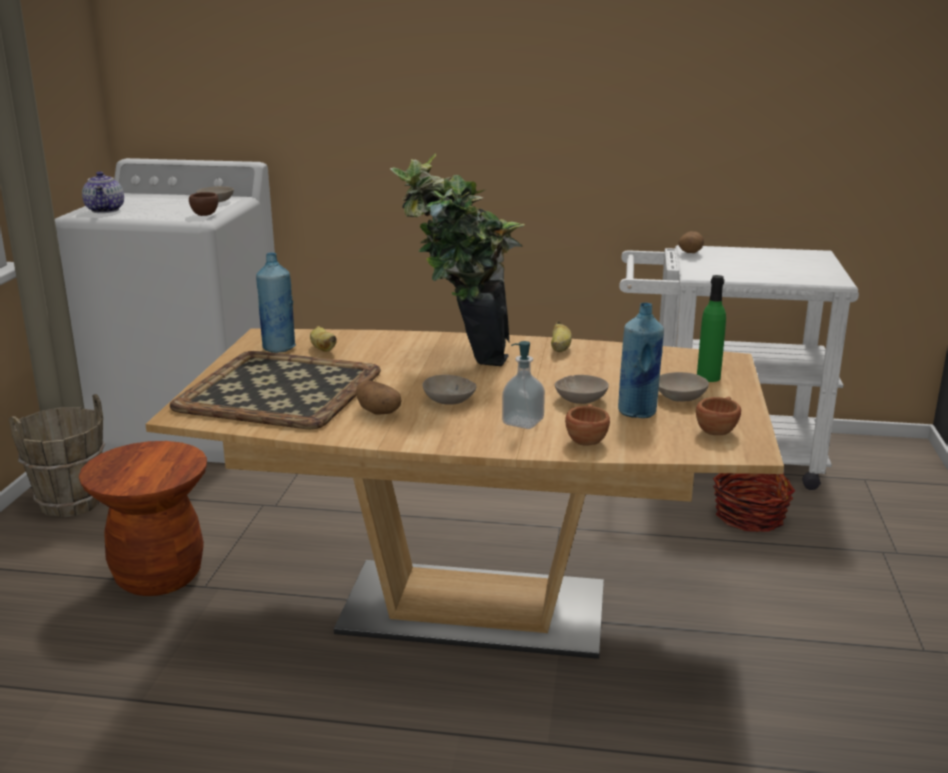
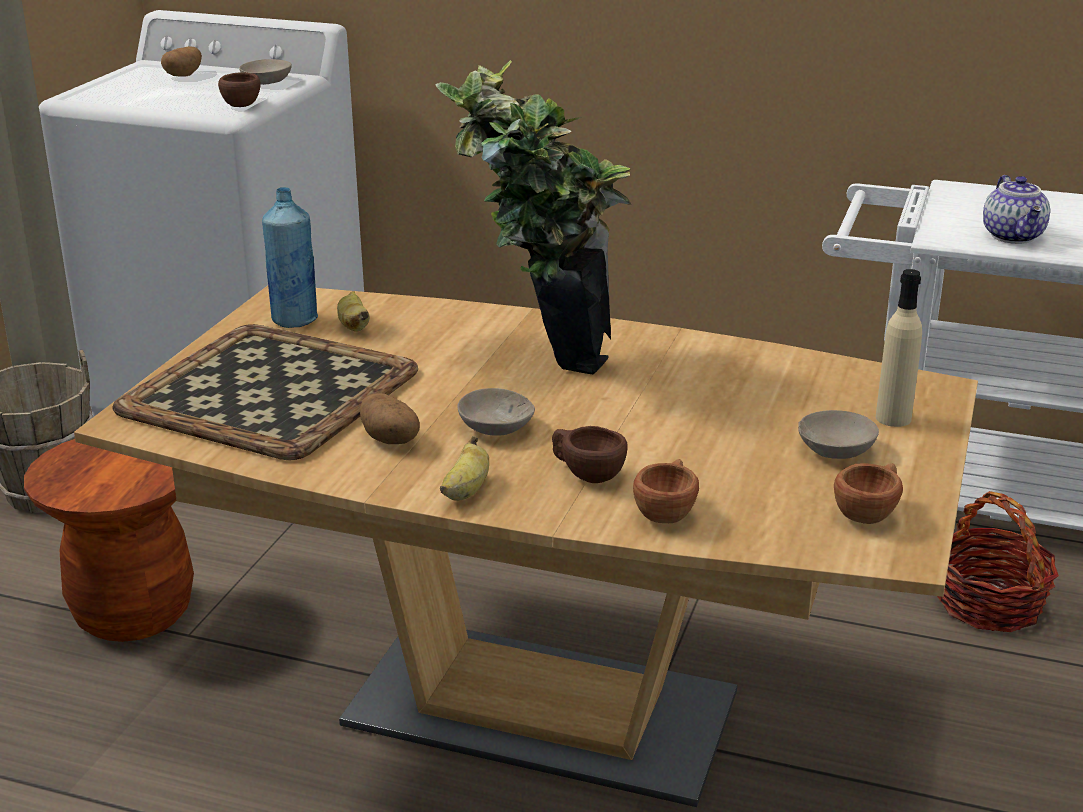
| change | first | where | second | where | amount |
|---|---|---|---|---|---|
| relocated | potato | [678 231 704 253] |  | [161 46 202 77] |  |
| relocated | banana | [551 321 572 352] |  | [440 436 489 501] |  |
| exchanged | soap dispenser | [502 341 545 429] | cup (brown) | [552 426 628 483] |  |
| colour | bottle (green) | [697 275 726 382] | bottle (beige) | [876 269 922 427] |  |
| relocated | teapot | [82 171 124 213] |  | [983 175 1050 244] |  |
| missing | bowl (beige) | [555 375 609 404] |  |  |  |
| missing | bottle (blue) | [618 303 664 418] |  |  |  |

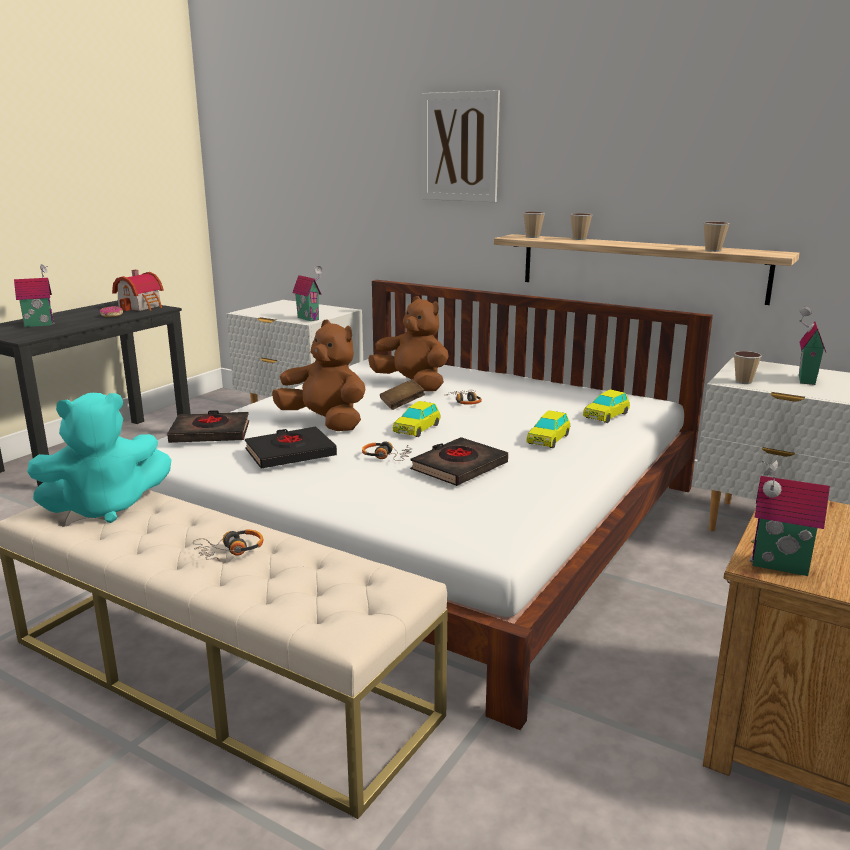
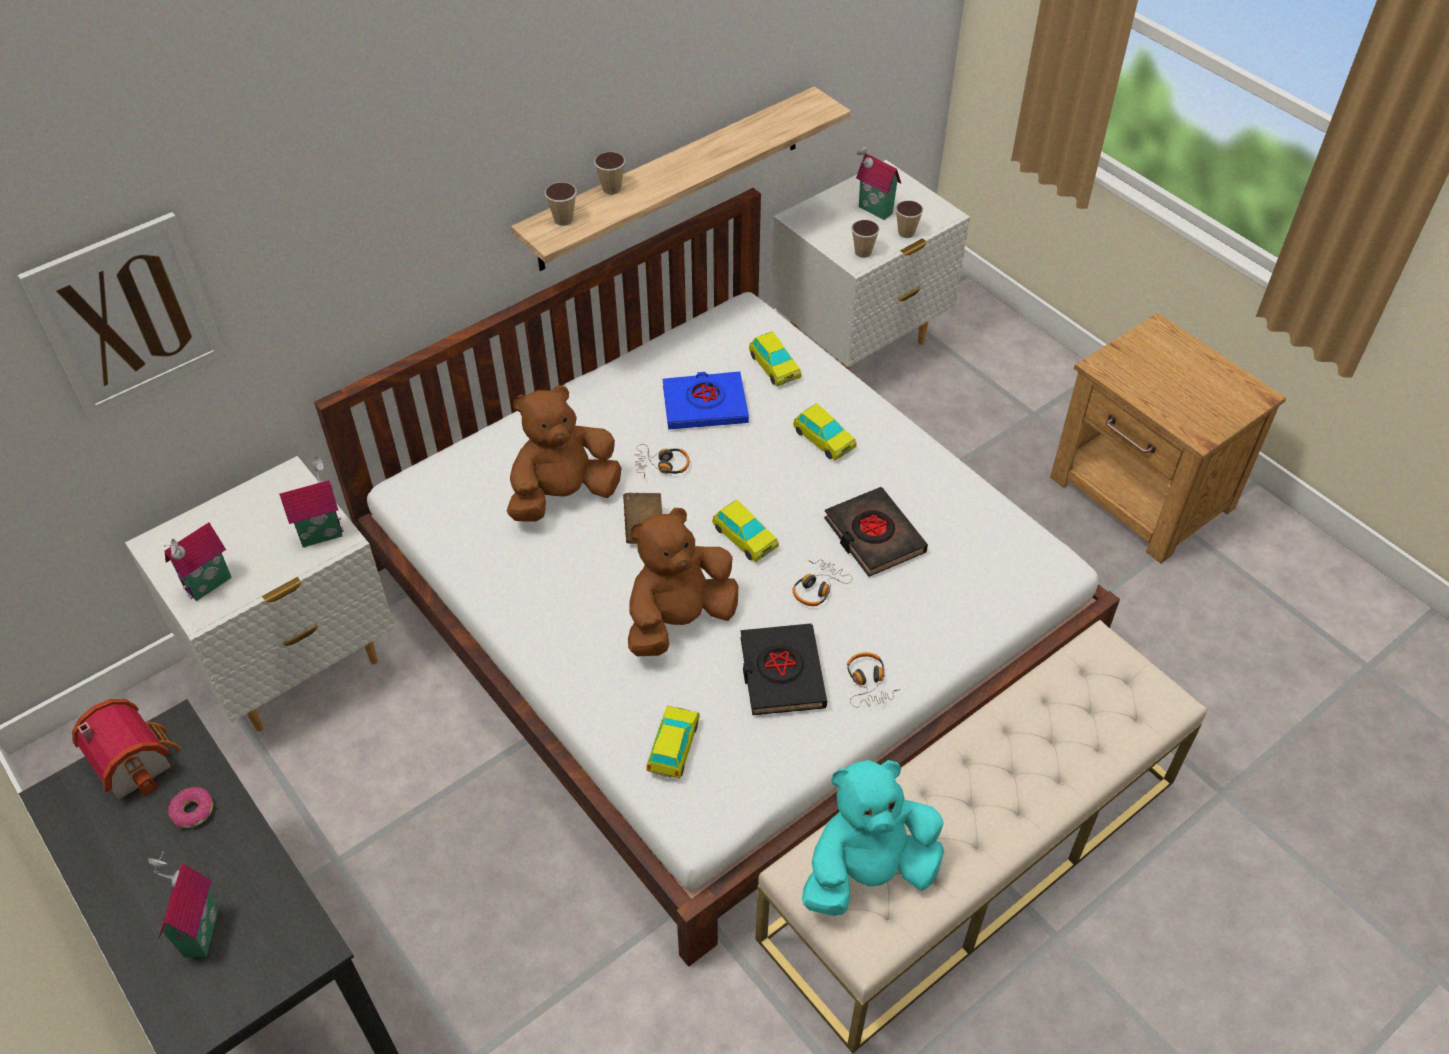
| change | first | where | second | where | amount |
|---|---|---|---|---|---|
| relocated | picture | [422 90 500 202] |  | [18 212 227 419] |  |
| relocated | toy house | [750 460 830 576] |  | [164 522 232 601] |  |
| exchanged | book (black) | [167 410 249 443] | toy car | [646 706 700 778] |  |
| appeared |  |  | book (blue) | [663 371 749 429] |  |
| spun | plush toy (turquoise) | [27 393 172 523] |  | [802 760 944 916] | 105 degrees counterclockwise |
| relocated | headphones | [192 530 263 561] |  | [847 652 900 707] |  |
| relocated | cup | [704 222 730 252] |  | [896 200 923 238] |  |

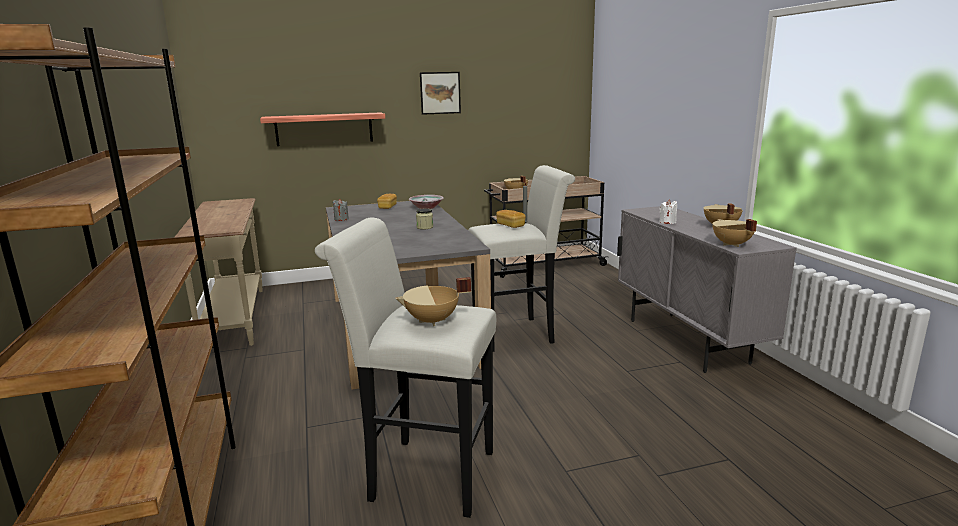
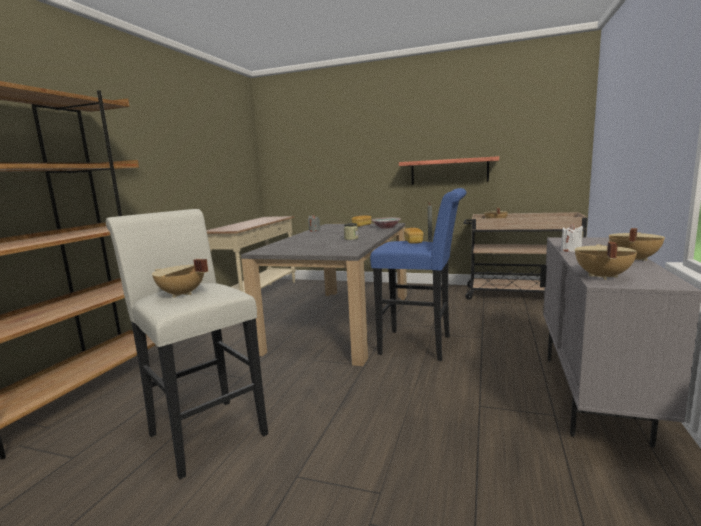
| change | first | where | second | where | amount |
|---|---|---|---|---|---|
| colour | stool (white) | [468 165 575 352] | stool (blue) | [370 188 467 361] |  |
| relocated | shelf | [260 112 385 146] |  | [399 156 499 185] |  |
| missing | picture | [420 72 461 115] |  |  |  |

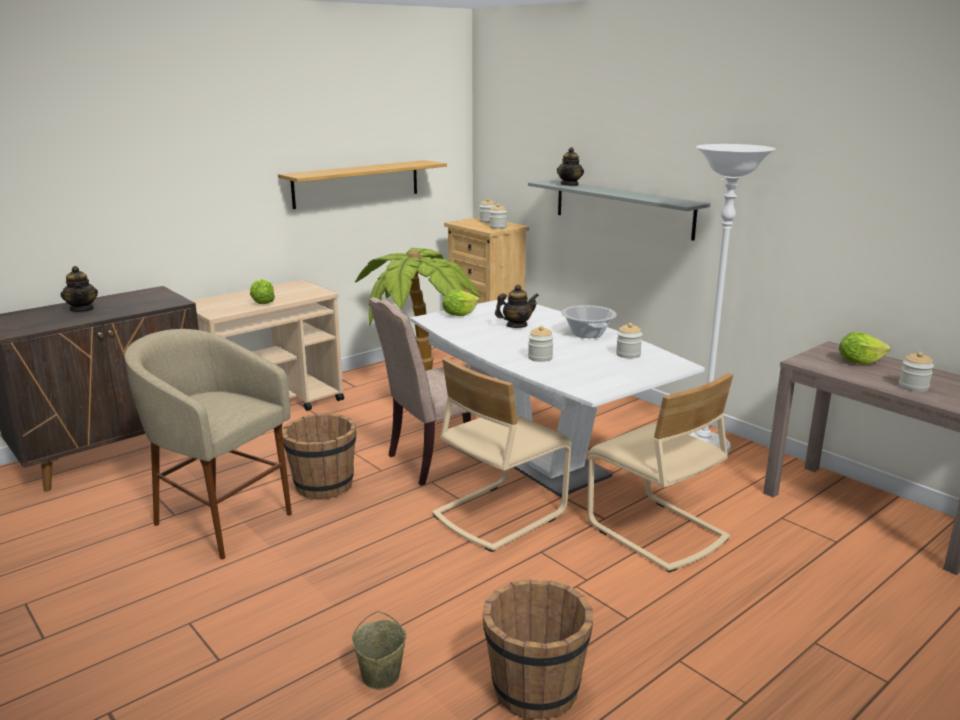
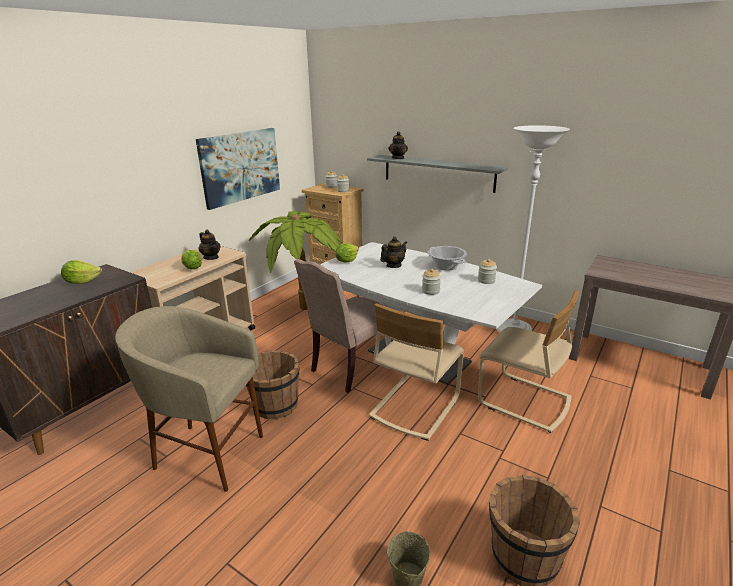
| change | first | where | second | where | amount |
|---|---|---|---|---|---|
| relocated | lettuce | [839 332 891 365] |  | [61 260 102 284] |  |
| exchanged | shelf | [278 160 447 209] | picture | [196 128 280 210] |  |
| relocated | teapot | [61 266 98 312] |  | [198 230 220 260] |  |
| missing | jar | [899 352 934 392] |  |  |  |

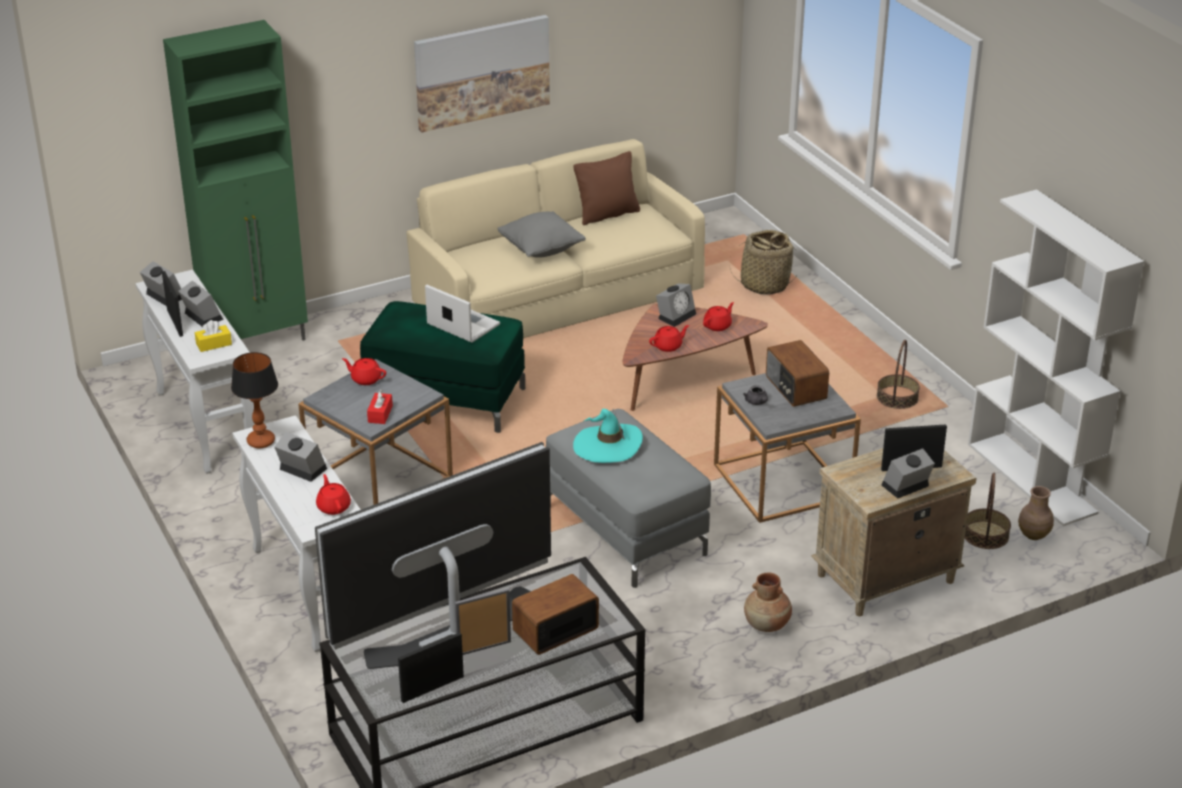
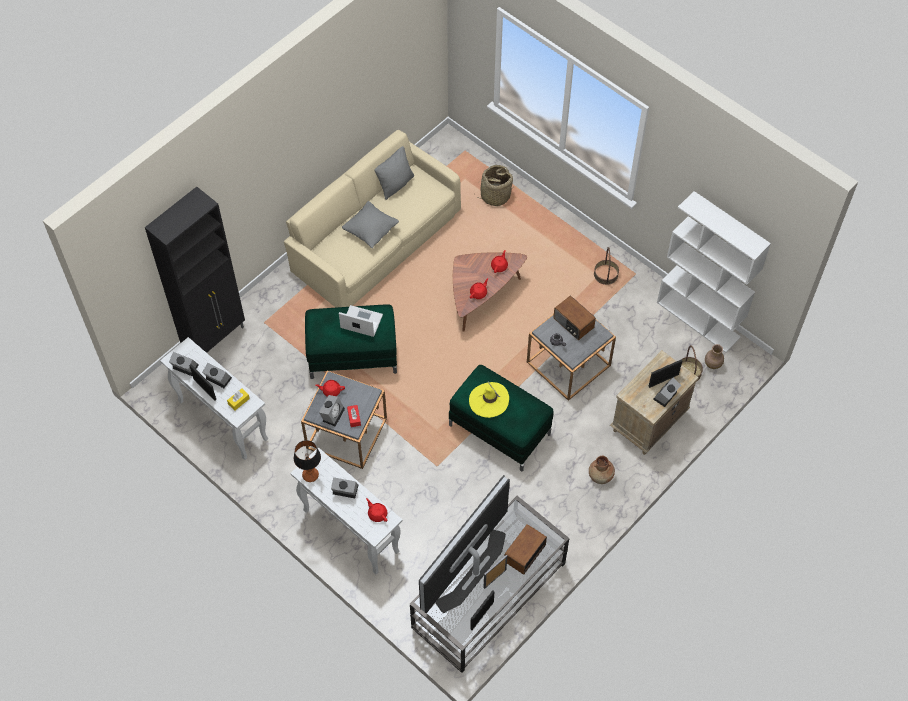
| change | first | where | second | where | amount |
|---|---|---|---|---|---|
| colour | cabinet (green) | [163 20 308 341] | cabinet (black) | [145 187 245 353] |  |
| relocated | alarm clock | [656 283 696 327] |  | [319 395 345 427] |  |
| colour | pillow (brown) | [574 151 640 225] | pillow (grey) | [374 146 414 200] |  |
| colour | ottoman (grey) | [546 409 711 588] | ottoman (green) | [449 365 554 472] |  |
| colour | hat (turquoise) | [573 409 643 463] | hat (yellow) | [469 381 509 418] |  |
| missing | picture | [414 15 550 133] |  |  |  |

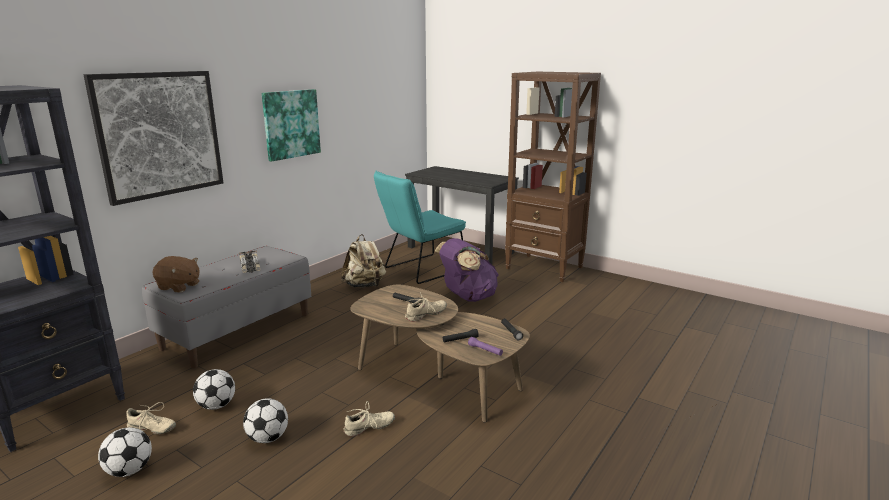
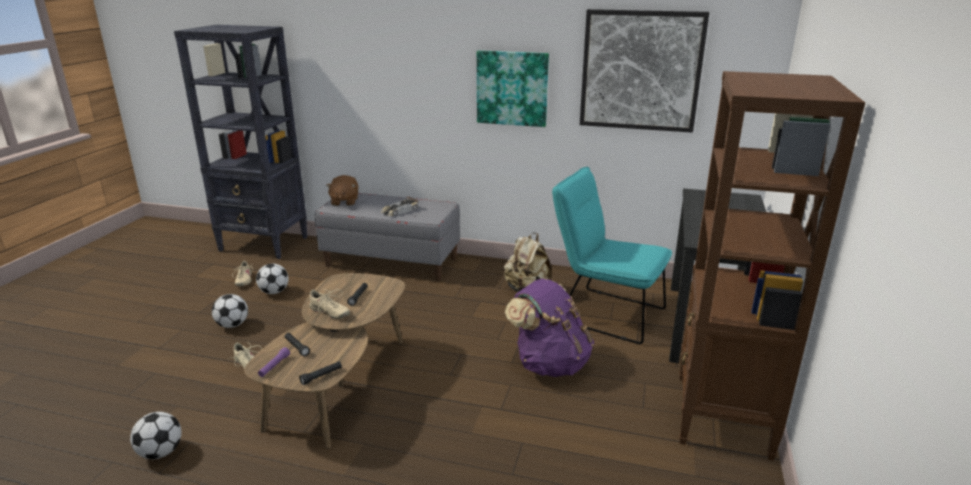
| change | first | where | second | where | amount |
|---|---|---|---|---|---|
| relocated | football | [98 427 152 477] |  | [130 412 182 459] |  |
| relocated | picture | [84 71 223 206] |  | [580 9 709 133] |  |

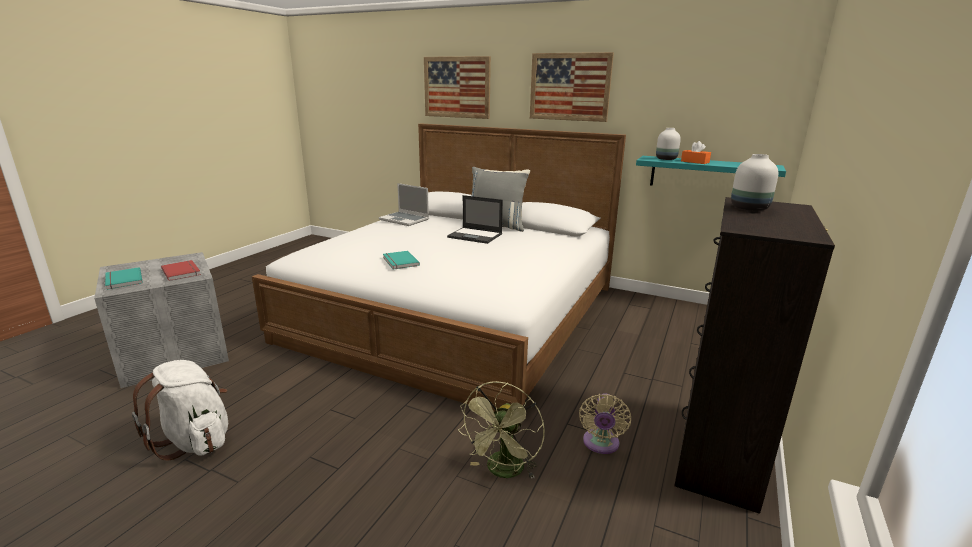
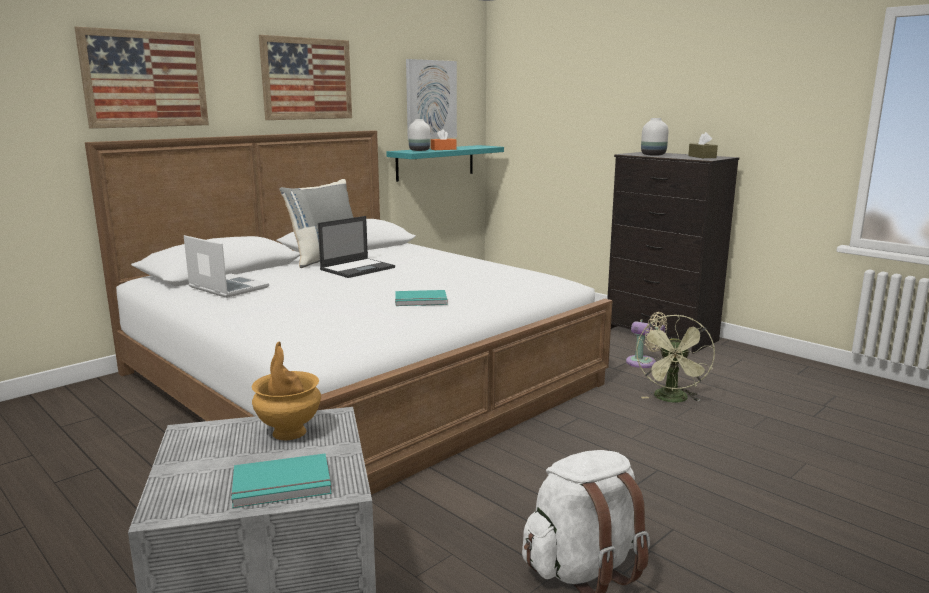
| change | first | where | second | where | amount |
|---|---|---|---|---|---|
| spun | laptop | [379 183 429 226] |  | [184 235 269 298] | 105 degrees counterclockwise |
| exchanged | book (red) | [161 260 201 281] | vase (brown) | [252 342 321 440] |  |
| appeared |  |  | picture | [406 59 457 140] |  |
| spun | fan (green) | [458 381 545 479] |  | [636 314 715 402] | 60 degrees clockwise |
| appeared |  |  | tissue box (brown) | [688 132 718 158] |  |

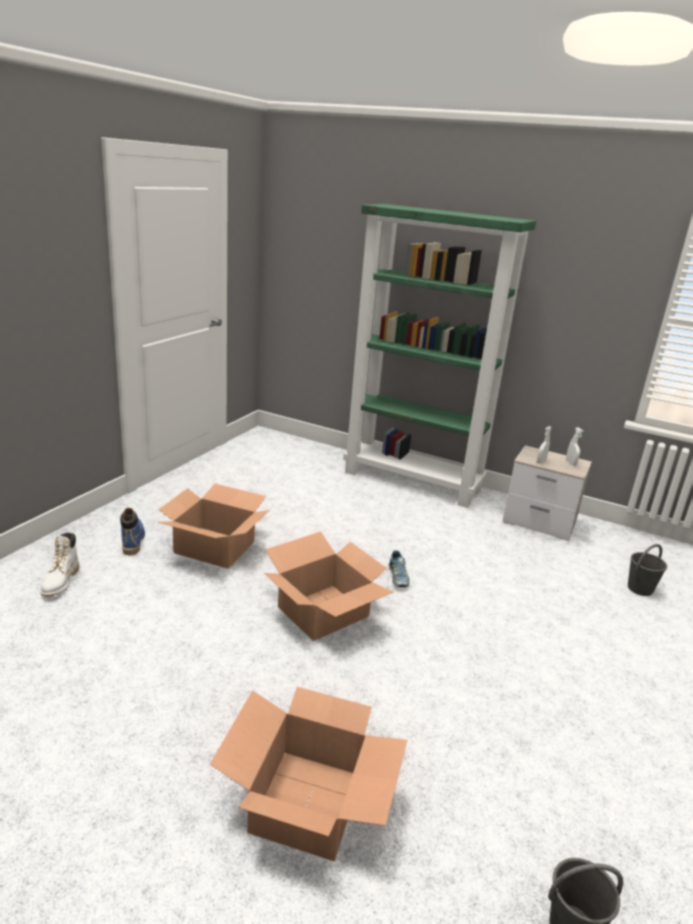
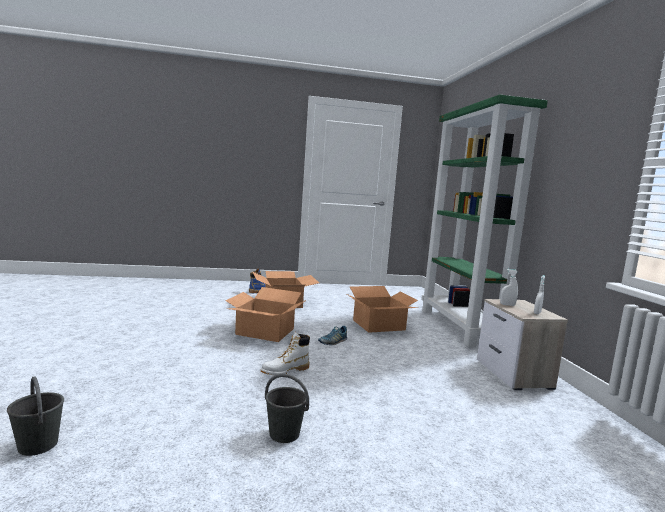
| change | first | where | second | where | amount |
|---|---|---|---|---|---|
| relocated | boot (white) | [41 532 79 597] |  | [260 332 310 376] |  |
| relocated | bucket (grey) | [628 544 667 596] |  | [265 374 309 443] |  |
| relocated | cardboard box | [210 687 407 861] |  | [347 286 418 333] |  |

